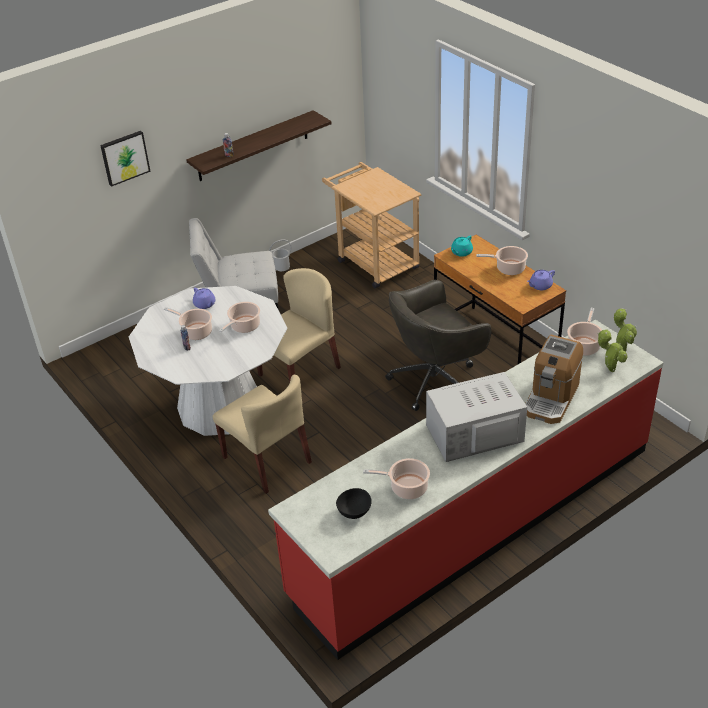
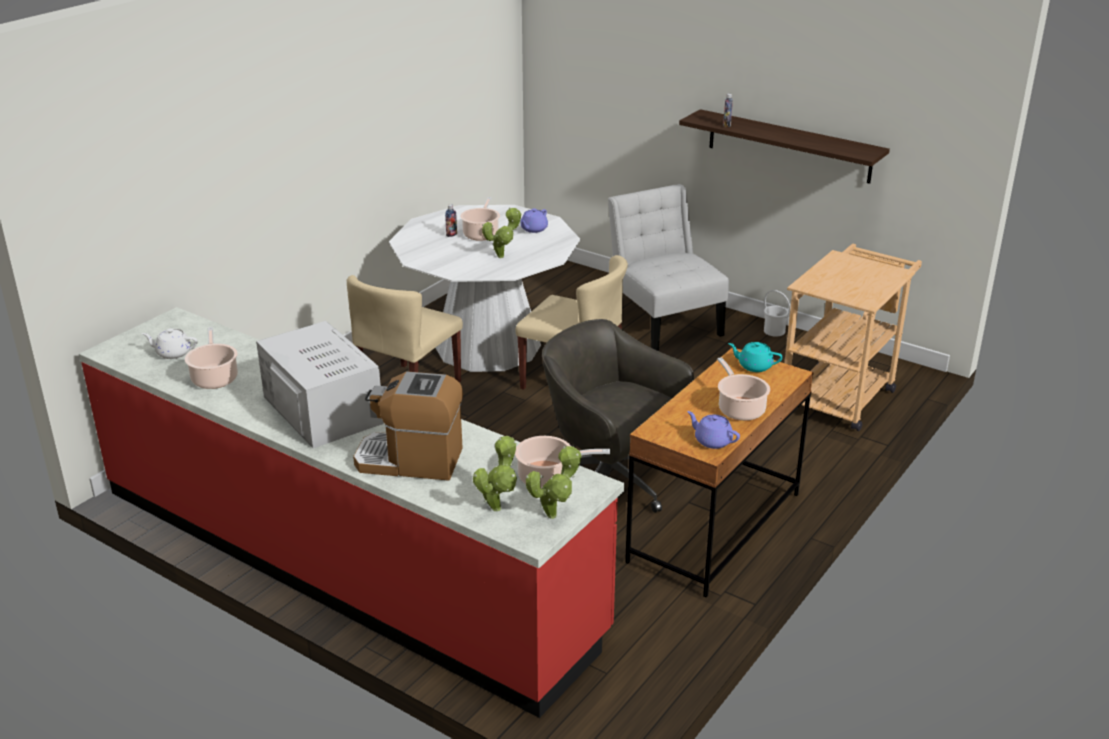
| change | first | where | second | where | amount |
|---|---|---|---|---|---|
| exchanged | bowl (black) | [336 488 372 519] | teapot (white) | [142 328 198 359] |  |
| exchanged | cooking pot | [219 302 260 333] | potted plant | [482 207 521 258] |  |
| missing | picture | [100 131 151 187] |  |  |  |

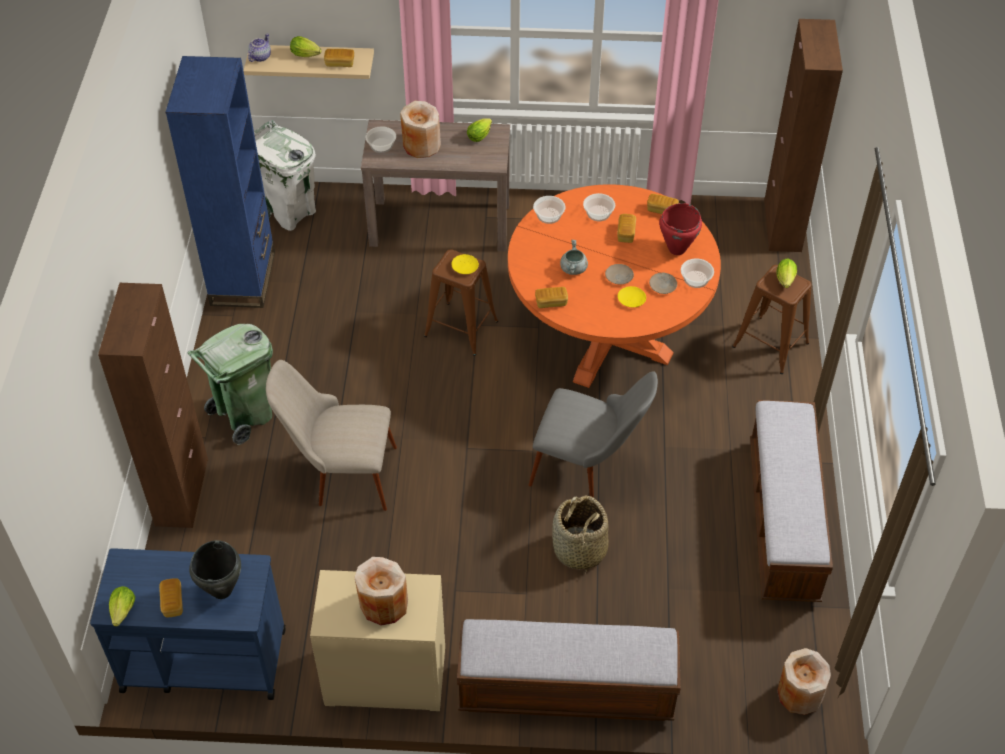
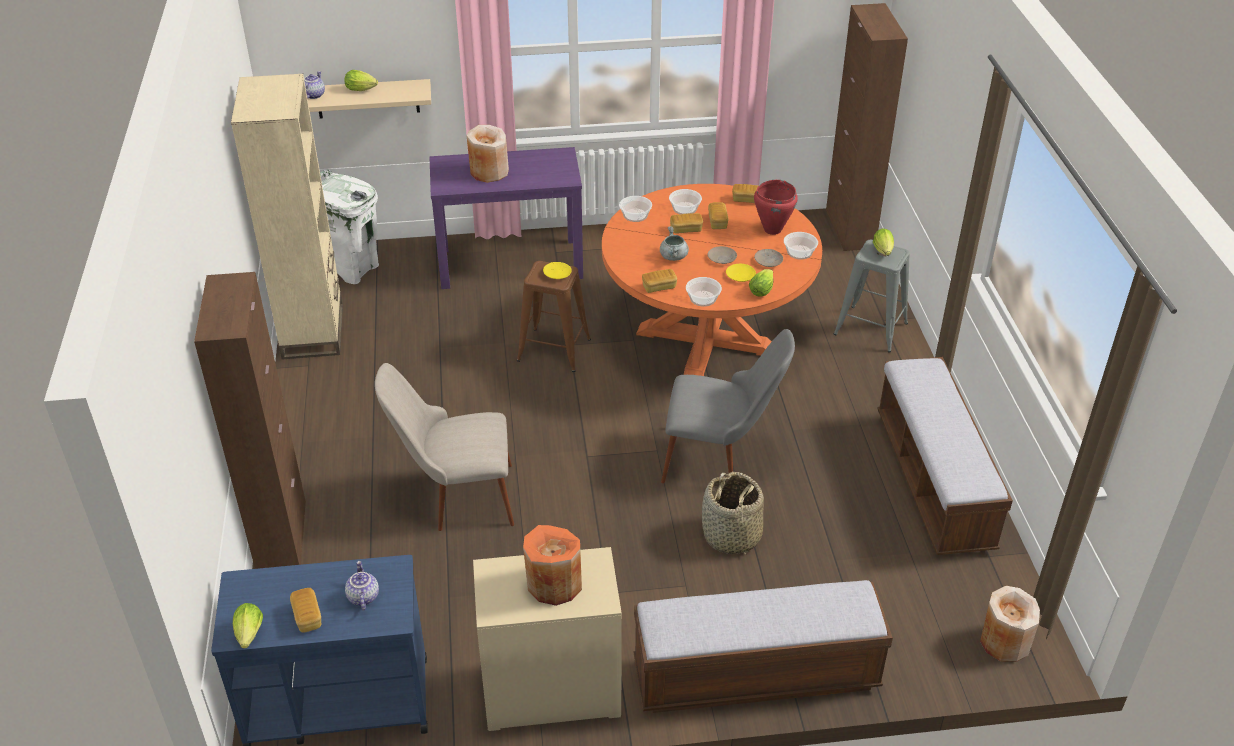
| change | first | where | second | where | amount |
|---|---|---|---|---|---|
| colour | bookcase (blue) | [165 56 275 308] | bookcase (beige) | [231 74 343 359] |  |
| exchanged | cooking pot (black) | [189 540 241 599] | teapot | [345 561 379 611] |  |
| colour | console table (brown) | [361 120 510 251] | console table (purple) | [429 147 583 289] |  |
| colour | vase (beige) | [354 557 408 625] | vase (orange) | [523 525 582 606] |  |
| relocated | bread | [324 49 354 67] |  | [670 213 703 234] |  |
| relocated | bowl | [366 126 396 153] |  | [686 277 722 307] |  |
| relocated | lettuce | [467 118 492 142] |  | [749 269 774 297] |  |
| colour | stool (brown) | [732 265 811 374] | stool (grey) | [834 240 910 352] |  |
| missing | trash can (green) | [188 324 273 445] |  |  |  |

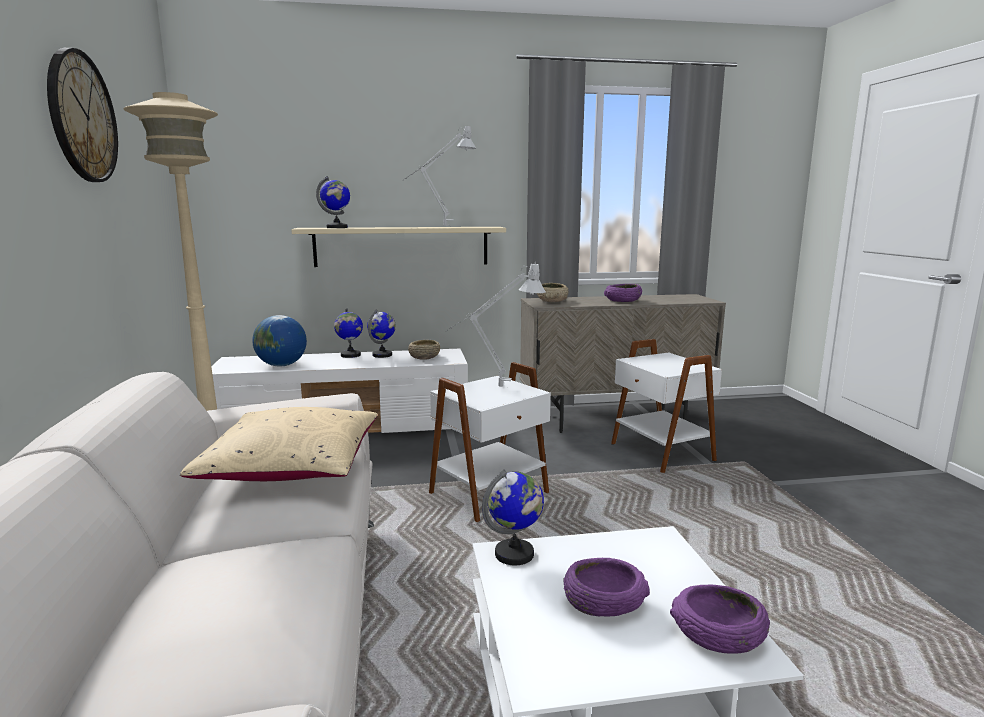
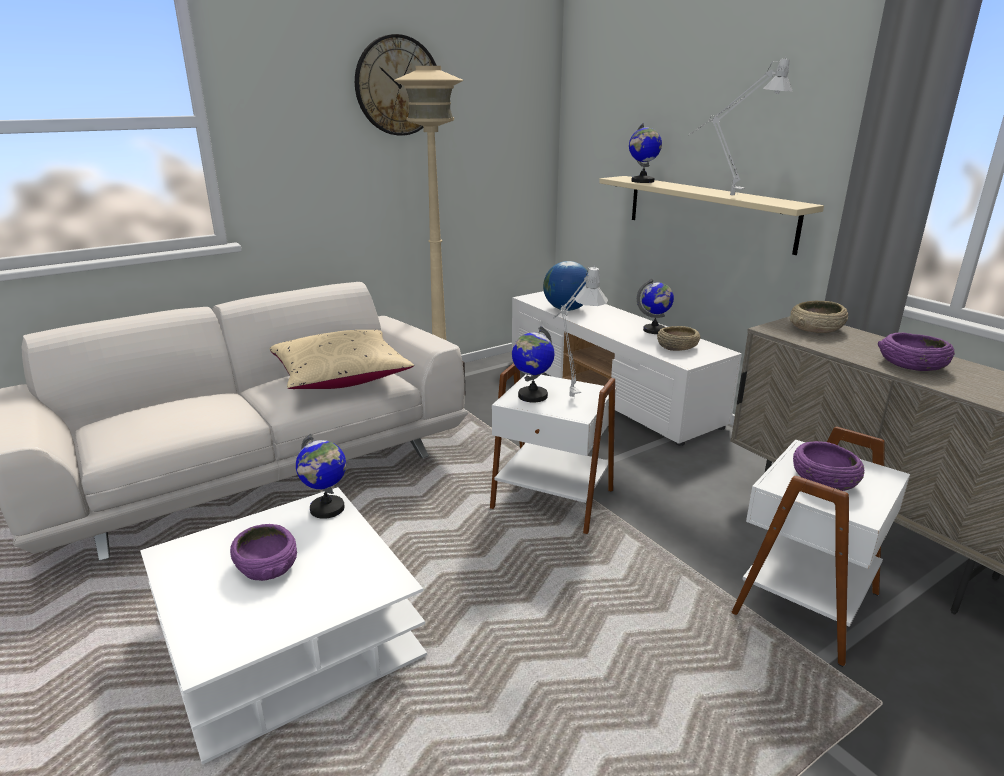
| change | first | where | second | where | amount |
|---|---|---|---|---|---|
| relocated | globe | [334 308 363 358] |  | [512 326 554 402] |  |
| relocated | bowl (purple) | [670 585 770 653] |  | [793 441 864 491] |  |

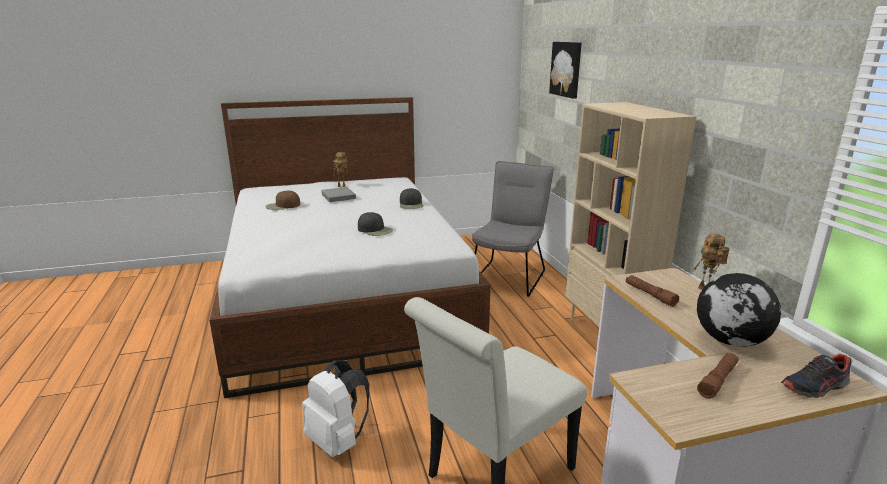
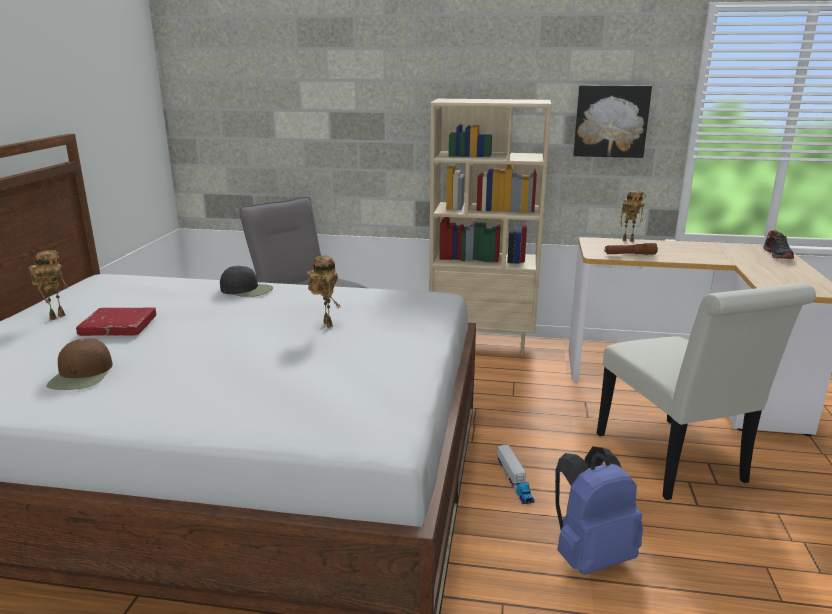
| change | first | where | second | where | amount |
|---|---|---|---|---|---|
| colour | book (grey) | [321 187 356 202] | book (red) | [76 307 156 336] |  |
| exchanged | cap (black) | [358 212 393 236] | toy robot | [307 256 341 328] |  |
| appeared |  |  | toy truck | [497 445 534 504] |  |
| colour | backpack (white) | [302 360 369 457] | backpack (blue) | [555 446 643 575] |  |
| relocated | picture | [549 42 582 99] |  | [573 85 652 158] |  |
| missing | globe | [697 273 781 347] |  |  |  |
| missing | flashlight (brown) | [697 353 739 399] |  |  |  |

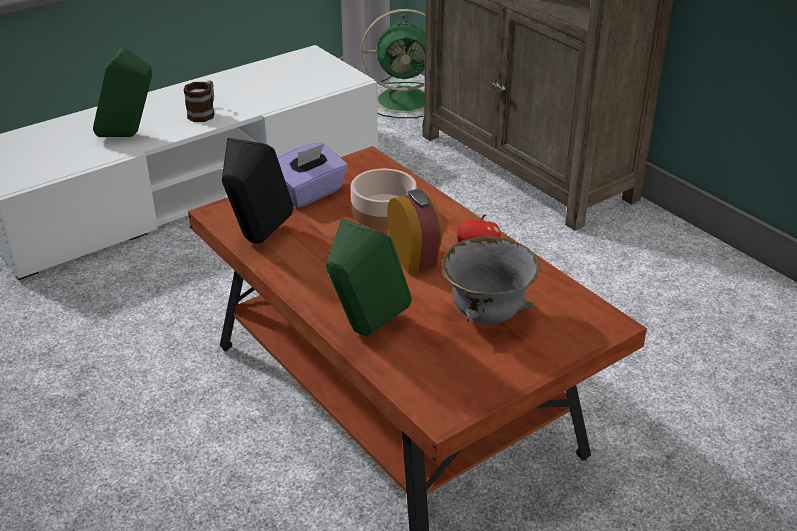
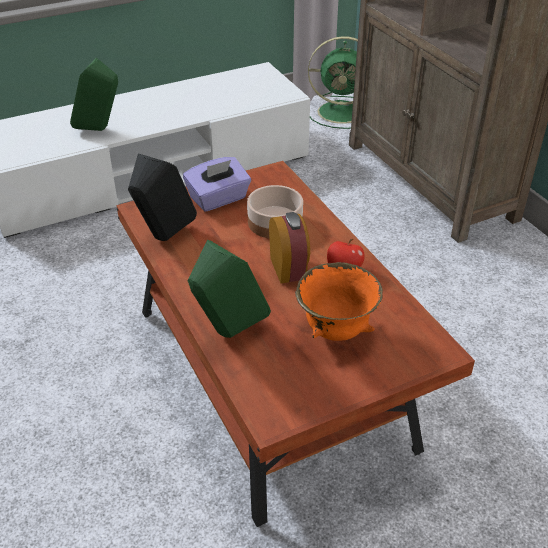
| change | first | where | second | where | amount |
|---|---|---|---|---|---|
| colour | bowl (grey) | [442 236 540 324] | bowl (orange) | [295 262 383 341] |  |
| missing | mug | [184 81 215 122] |  |  |  |

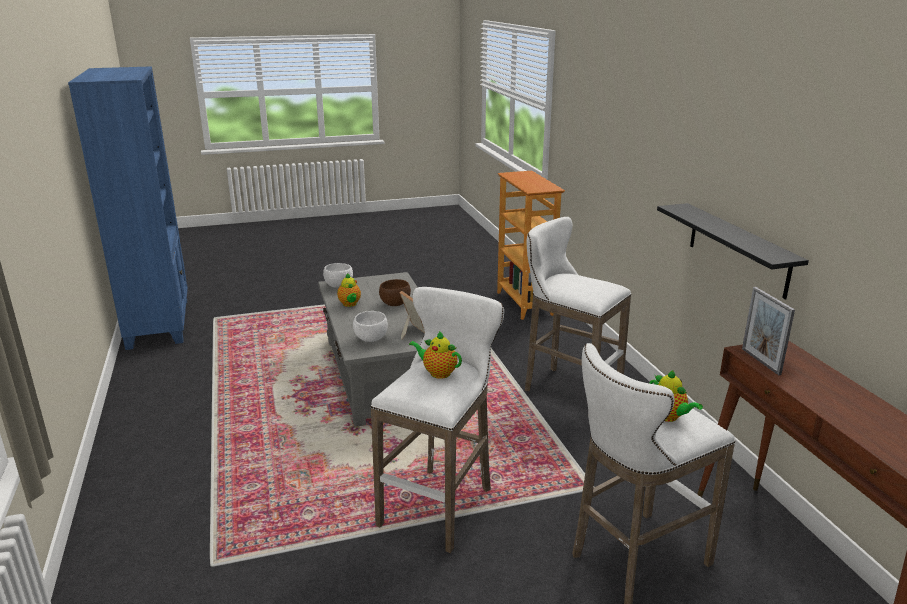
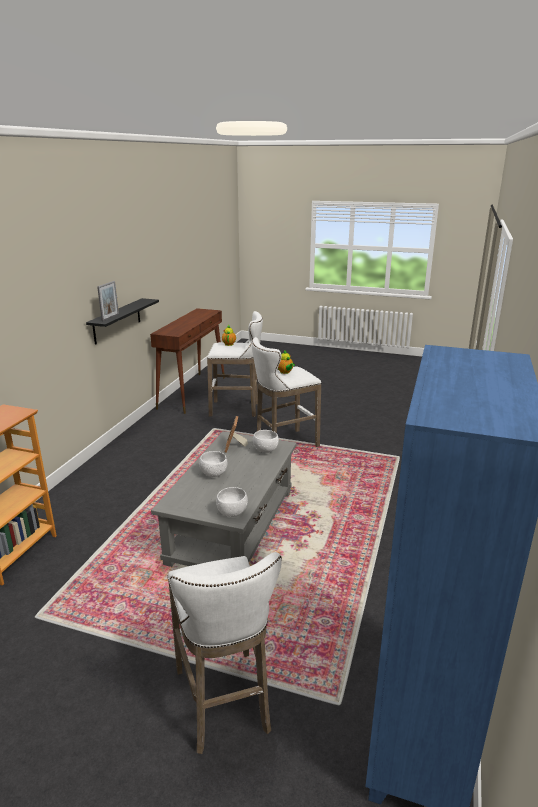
| change | first | where | second | where | amount |
|---|---|---|---|---|---|
| relocated | picture frame | [742 287 795 375] |  | [97 281 119 321] |  |
| relocated | stool (white) | [525 217 631 391] |  | [167 552 282 754] |  |
| colour | bowl (brown) | [379 279 411 306] | bowl (white) | [199 451 227 477] |  |
| missing | teapot | [337 274 361 307] |  |  |  |

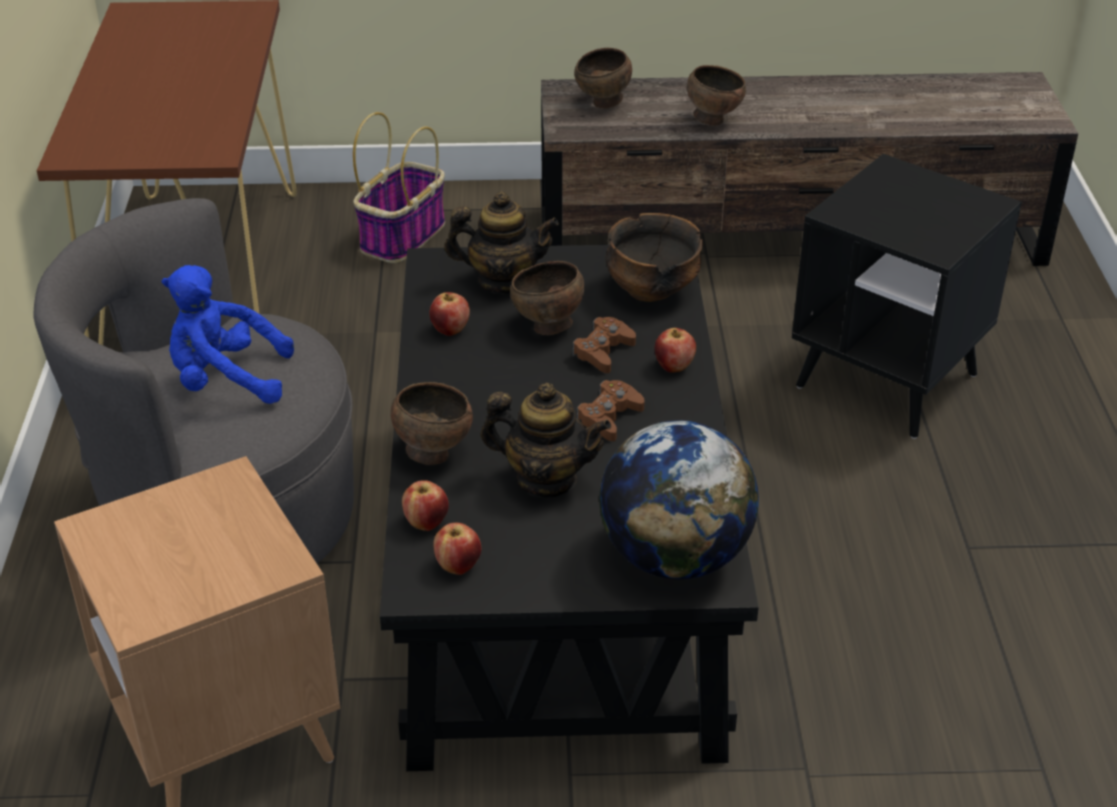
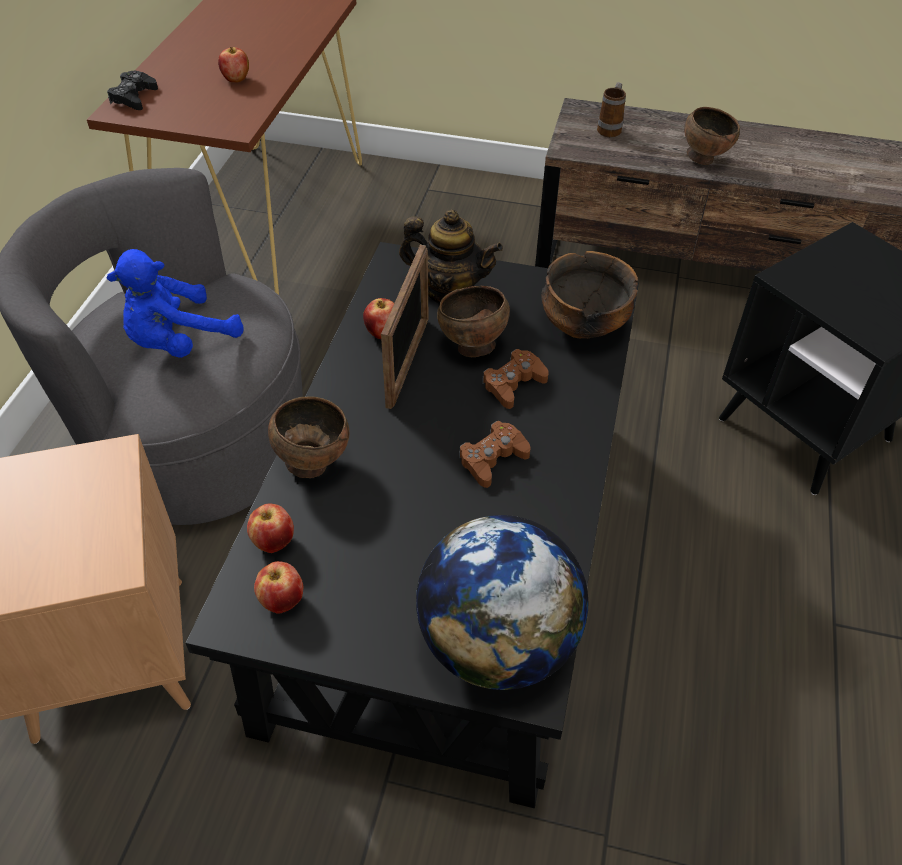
| change | first | where | second | where | amount |
|---|---|---|---|---|---|
| appeared |  |  | game controller (black) | [107 71 158 110] |  |
| spun | plush toy (blue) | [162 265 294 404] |  | [107 249 243 358] | 60 degrees counterclockwise |
| relocated | apple | [655 328 696 373] |  | [218 47 249 83] |  |
| appeared |  |  | picture frame | [381 245 429 409] |  |
| exchanged | bowl (brown) | [574 48 632 108] | mug | [597 82 626 137] |  |
| missing | basket | [353 112 445 263] |  |  |  |
| missing | teapot | [481 383 611 498] |  |  |  |

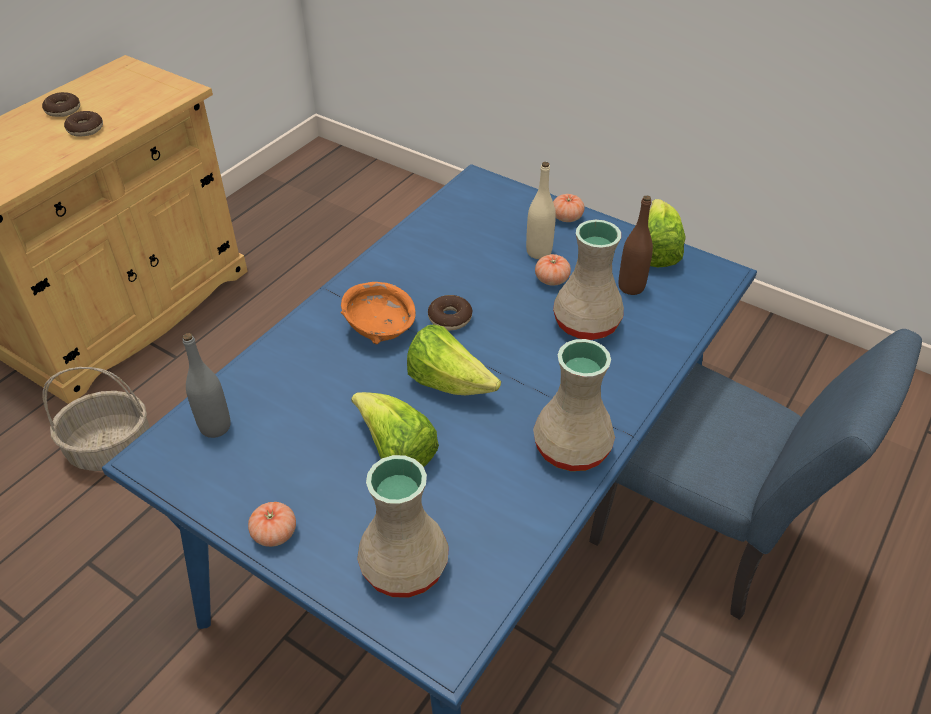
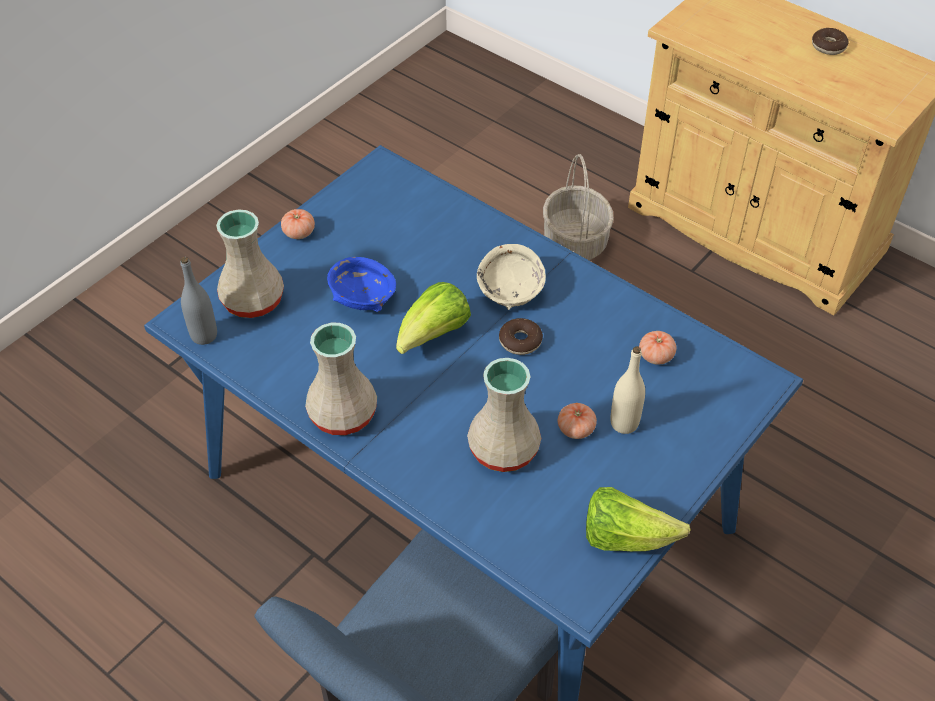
| change | first | where | second | where | amount |
|---|---|---|---|---|---|
| relocated | bottle (grey) | [183 333 231 438] |  | [180 257 217 345] |  |
| exchanged | lettuce | [351 392 439 467] | bowl (blue) | [327 257 396 312] |  |
| colour | bowl (orange) | [341 282 415 344] | bowl (beige) | [477 244 546 310] |  |
| relocated | tomato | [553 194 585 222] |  | [639 331 677 365] |  |
| missing | donut | [64 111 103 137] |  |  |  |
| missing | bottle (brown) | [619 196 653 295] |  |  |  |

